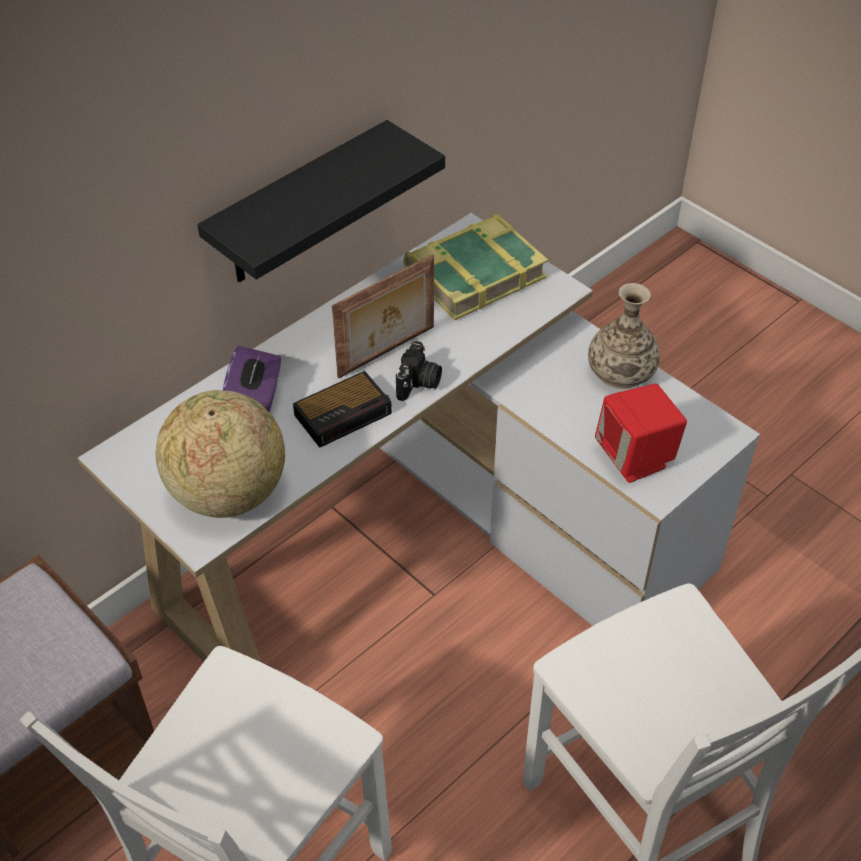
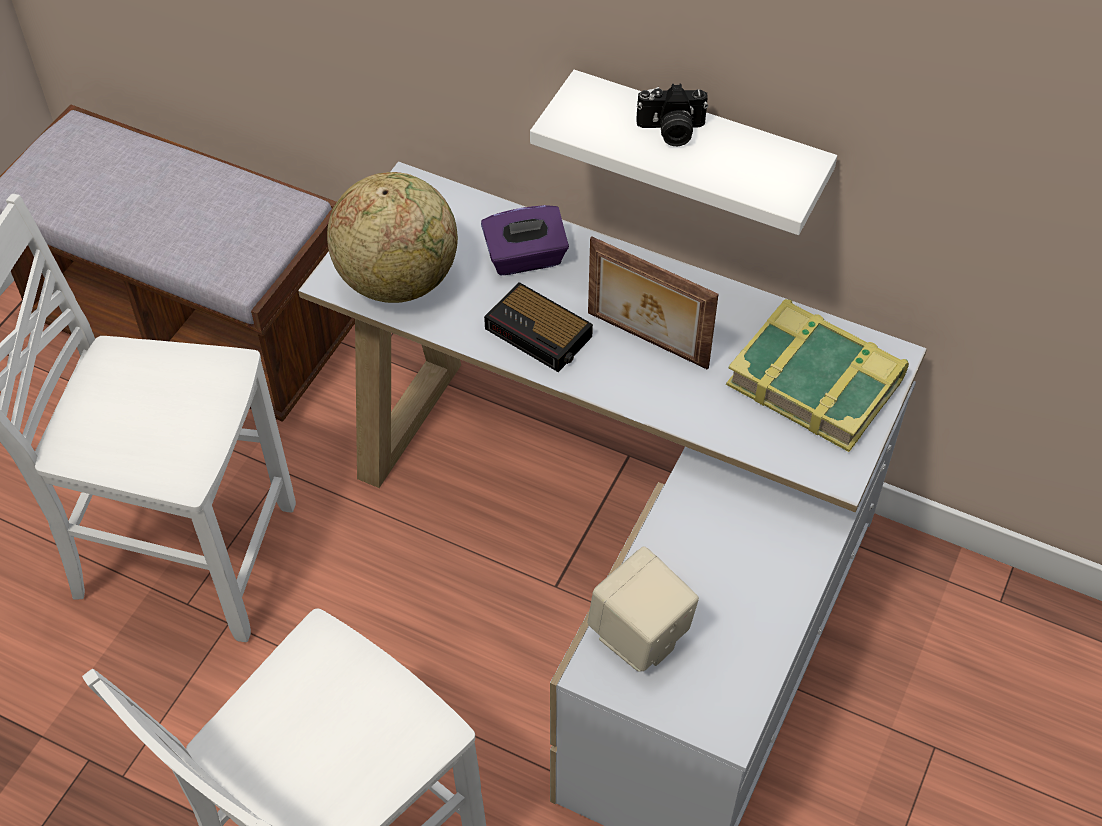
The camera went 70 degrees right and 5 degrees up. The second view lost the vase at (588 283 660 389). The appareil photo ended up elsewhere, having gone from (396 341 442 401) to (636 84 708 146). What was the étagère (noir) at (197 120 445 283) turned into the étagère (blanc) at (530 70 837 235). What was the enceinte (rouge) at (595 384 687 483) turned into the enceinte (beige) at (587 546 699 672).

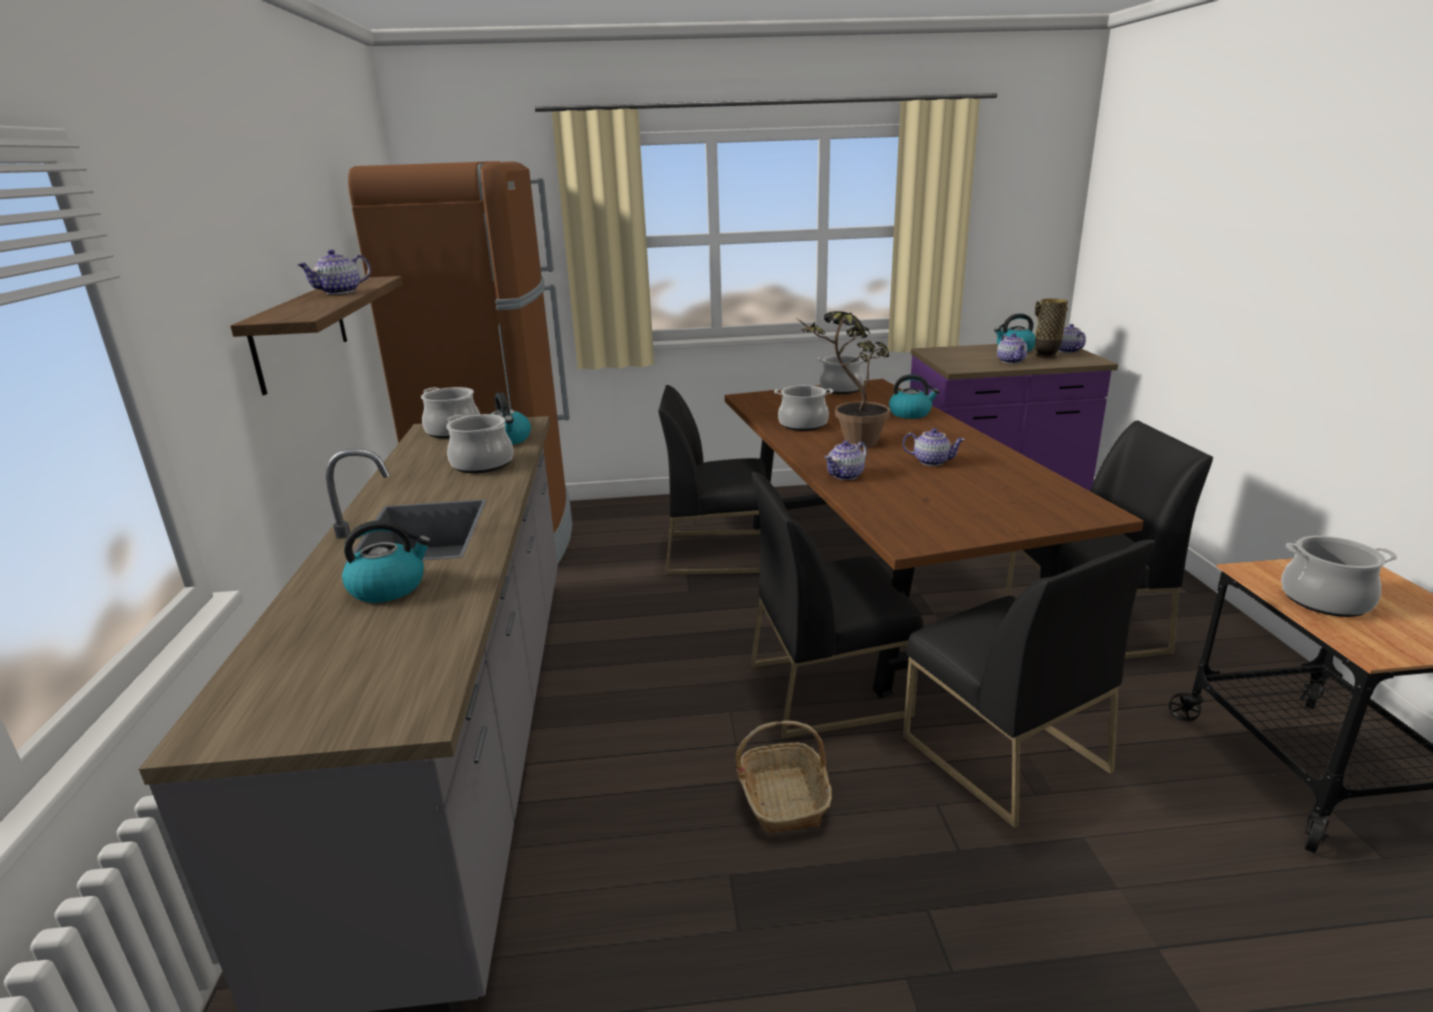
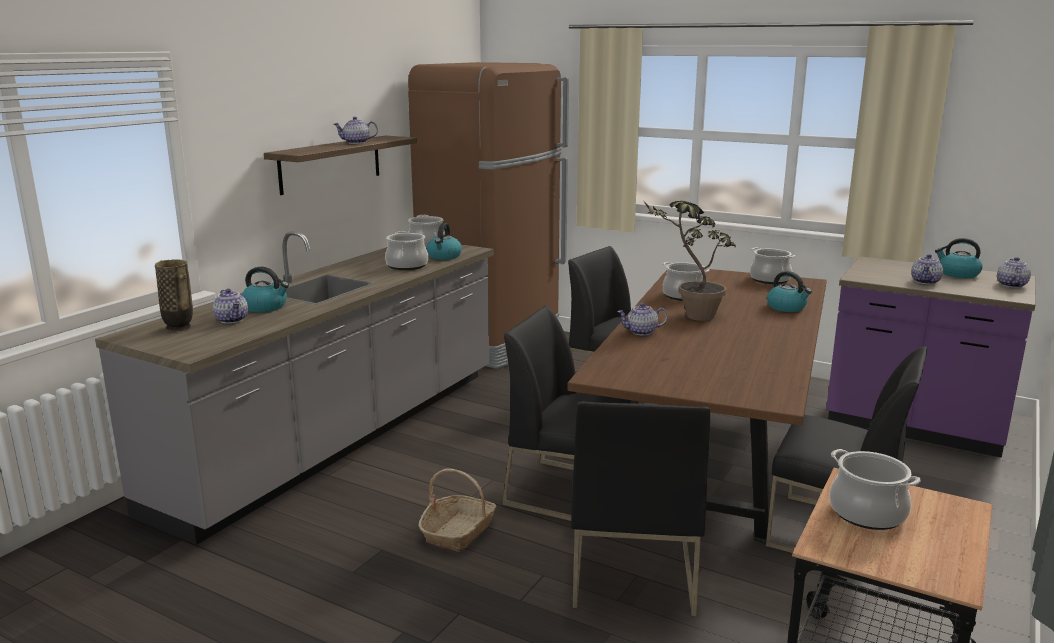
The camera went 35 degrees right and 5 degrees down. The théière ended up elsewhere, having gone from (902 428 965 466) to (213 289 248 324). The vase ended up elsewhere, having gone from (1035 298 1068 358) to (155 259 193 332).

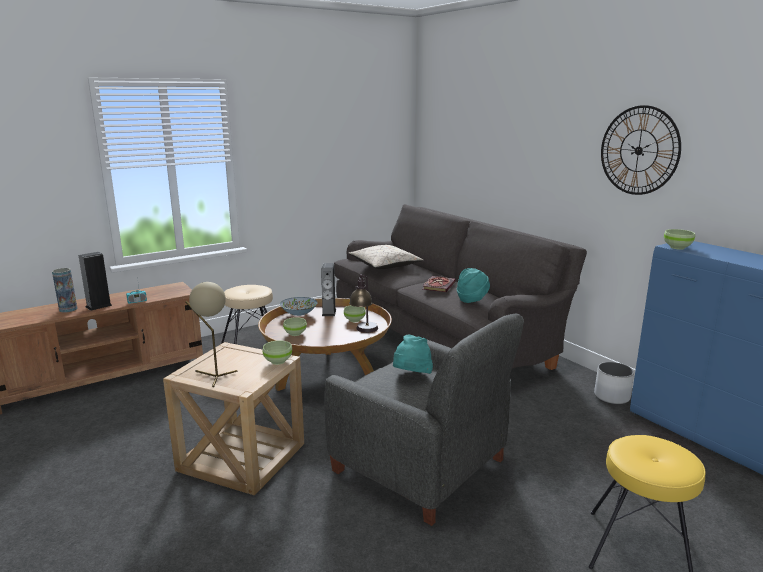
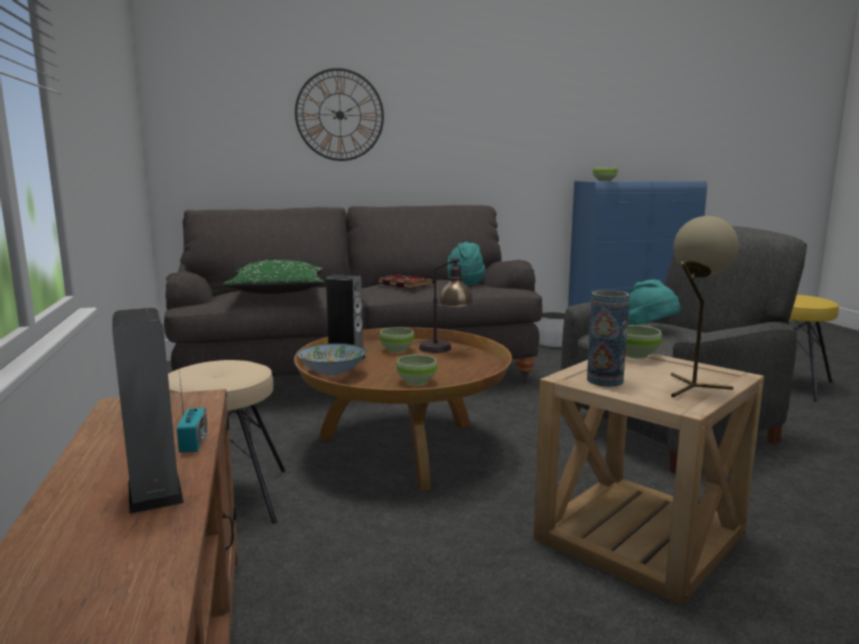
The camera went 70 degrees left and 5 degrees down. The vase ended up elsewhere, having gone from (52 268 77 313) to (587 290 630 387). The horloge murale ended up elsewhere, having gone from (601 105 681 195) to (295 68 384 161). What was the coussin (beige) at (348 245 423 269) turned into the coussin (vert) at (223 260 324 294).

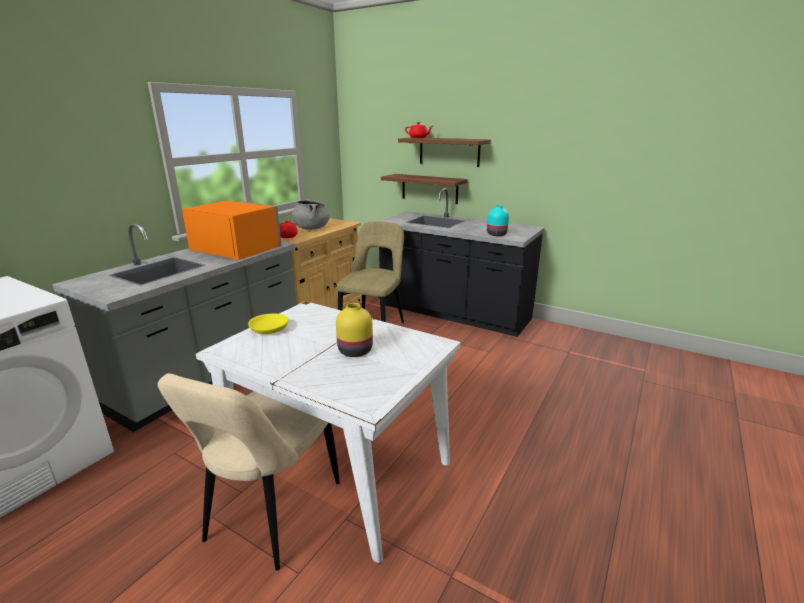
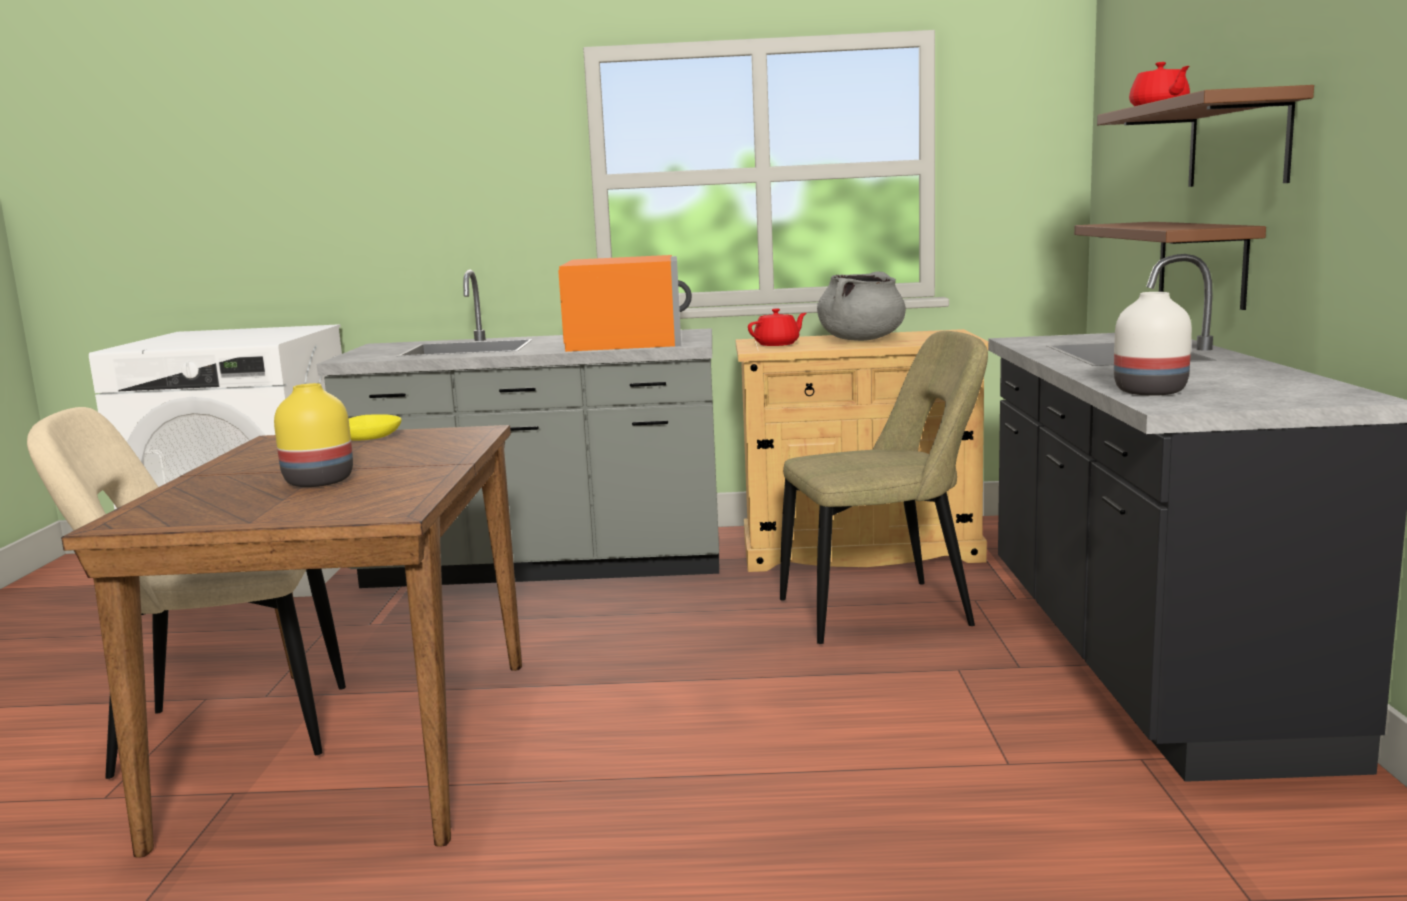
The camera went 60 degrees right and 10 degrees down. What was the table à manger (blanc) at (195 301 461 563) turned into the table à manger (marron) at (61 425 522 858). What was the vase (turquoise) at (487 205 509 236) turned into the vase (blanc) at (1114 292 1192 396).

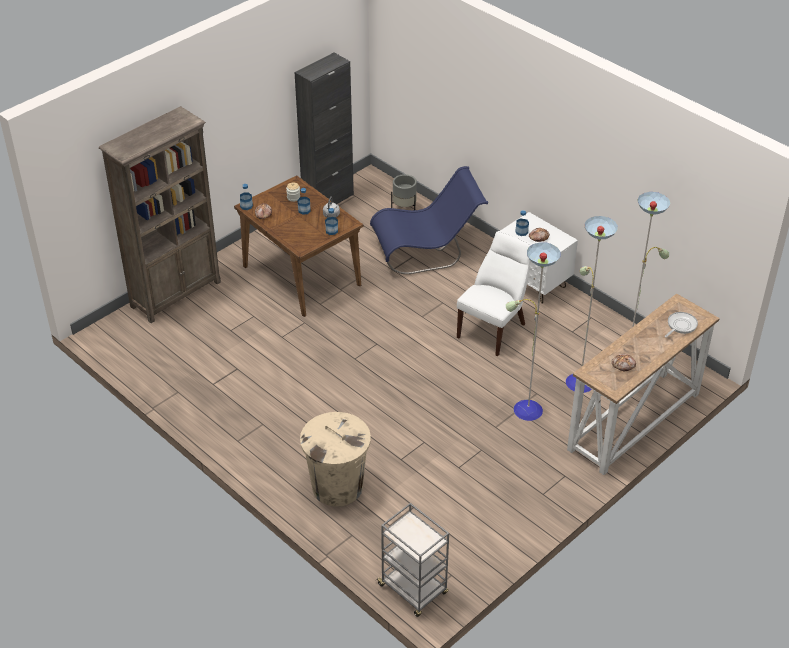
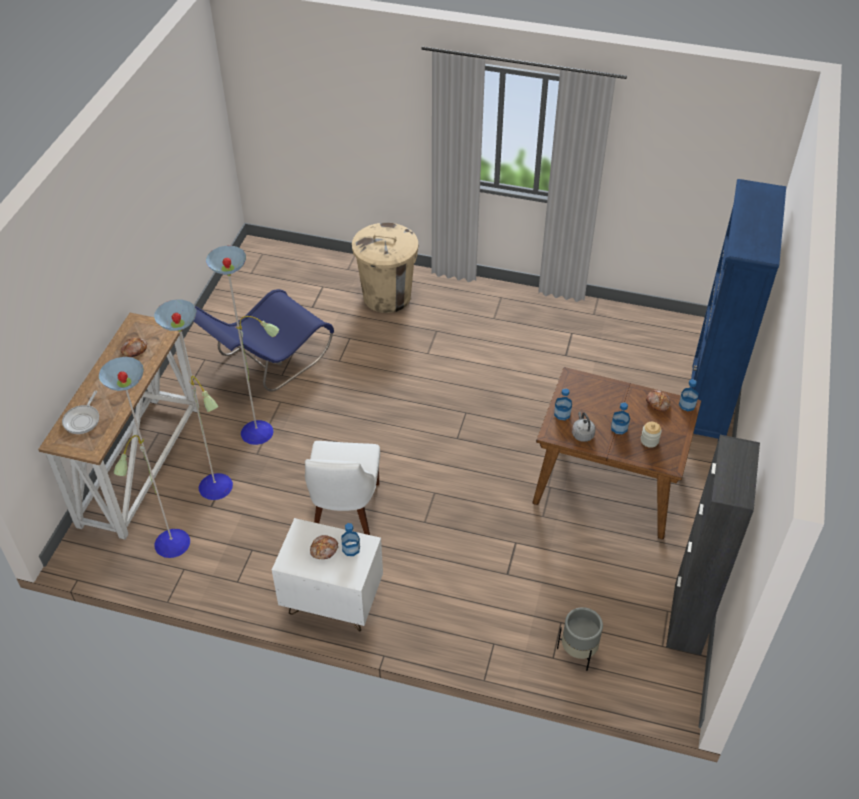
The camera went 150 degrees right and 5 degrees up. The second view lost the chariot (gris) at (376 503 449 617). The chaise (bleu) ended up elsewhere, having gone from (370 166 488 274) to (194 289 334 392). What was the bibliothèque (marron) at (99 106 221 323) turned into the bibliothèque (bleu) at (690 179 786 440).

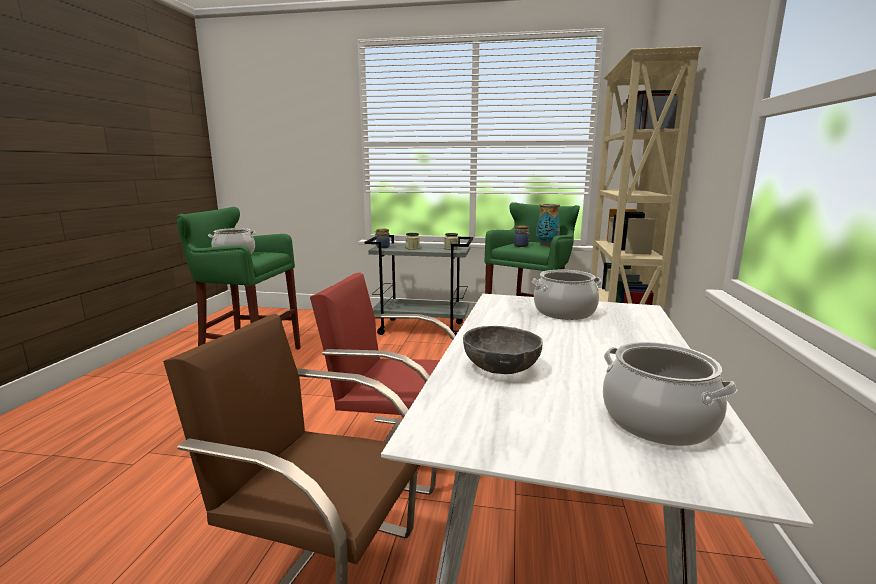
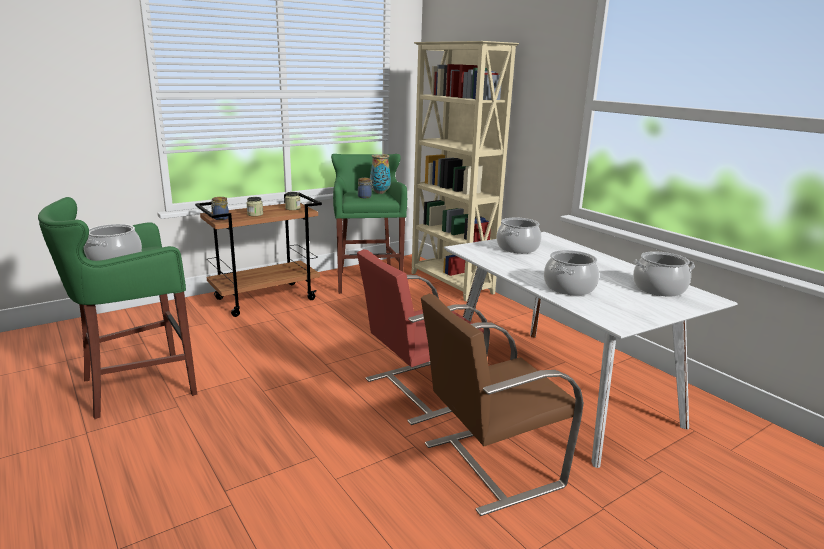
The camera went 45 degrees left and 5 degrees up. Where the bol (gris) stood at (463 326 543 374), the marmite came to stand at (544 250 599 296). What was the chariot (gris) at (365 235 473 338) turned into the chariot (marron) at (195 193 322 317).

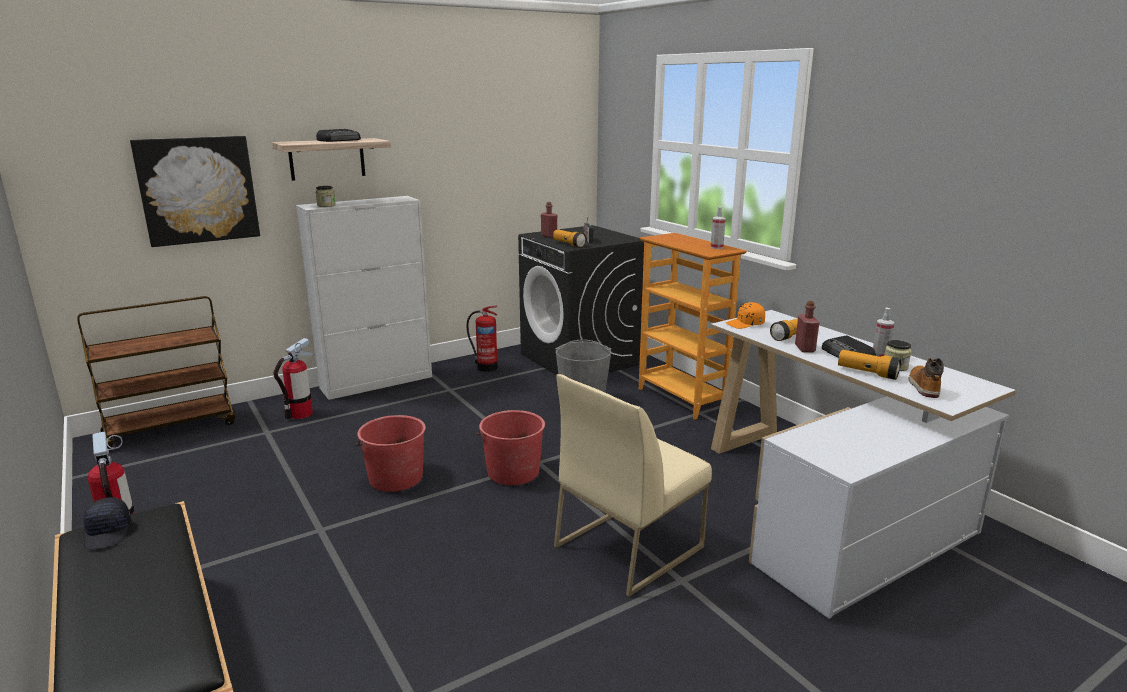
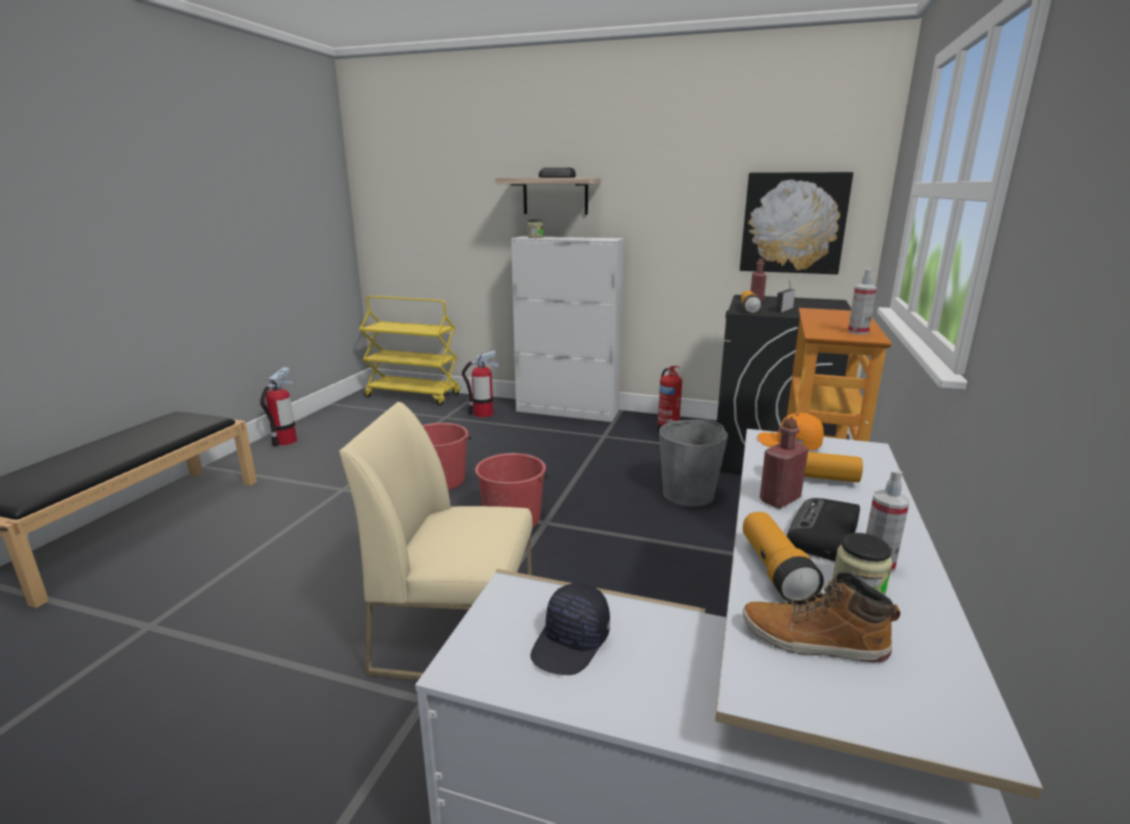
The camera went 50 degrees right and 0 degrees up. The casquette (noir) ended up elsewhere, having gone from (84 497 131 549) to (531 583 610 675). The tableau ended up elsewhere, having gone from (130 136 260 247) to (740 172 853 274). What was the chariot (marron) at (77 296 235 452) turned into the chariot (jaune) at (359 296 460 405). The botte at (909 358 944 398) ended up facing another way, 135 degrees counterclockwise from before.

